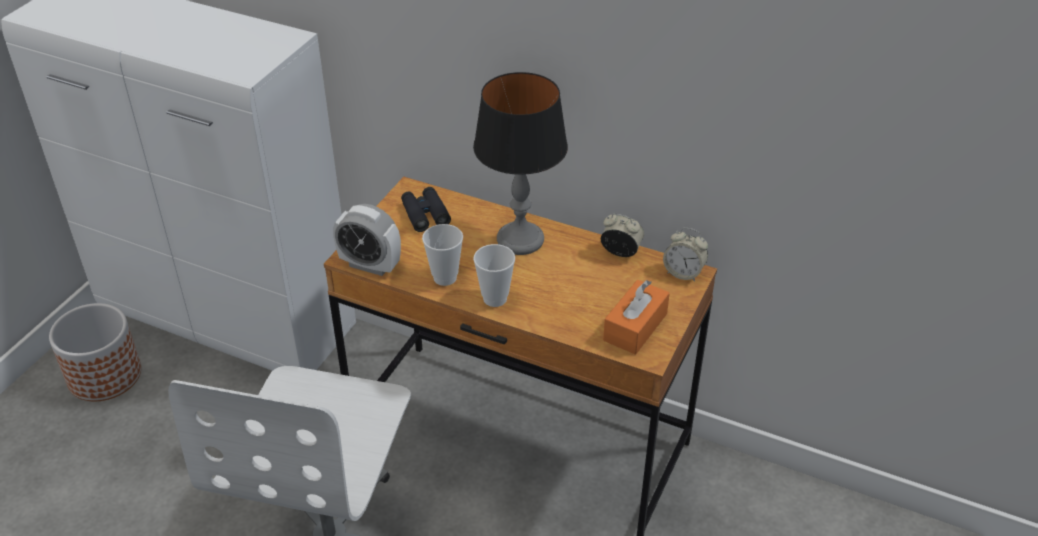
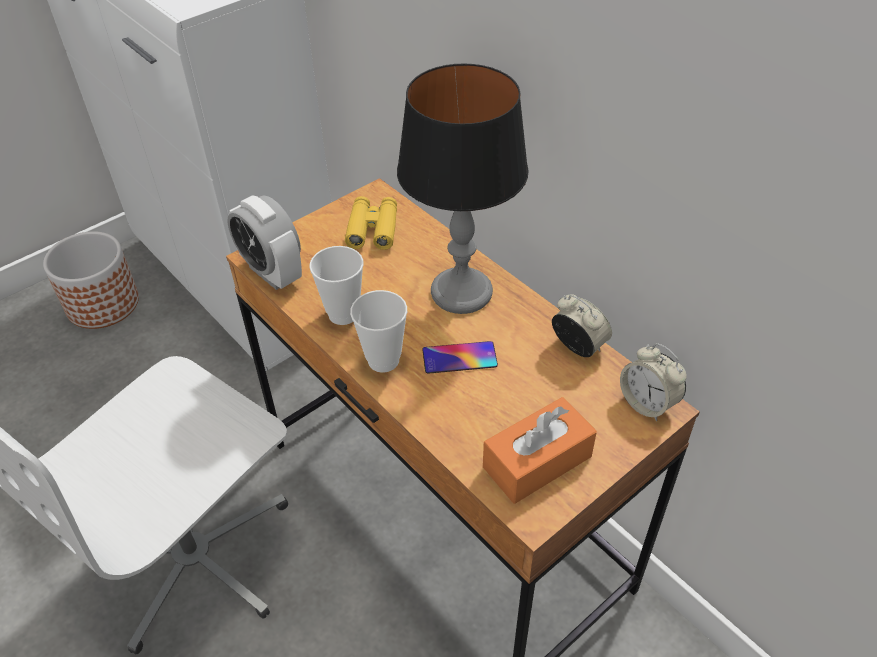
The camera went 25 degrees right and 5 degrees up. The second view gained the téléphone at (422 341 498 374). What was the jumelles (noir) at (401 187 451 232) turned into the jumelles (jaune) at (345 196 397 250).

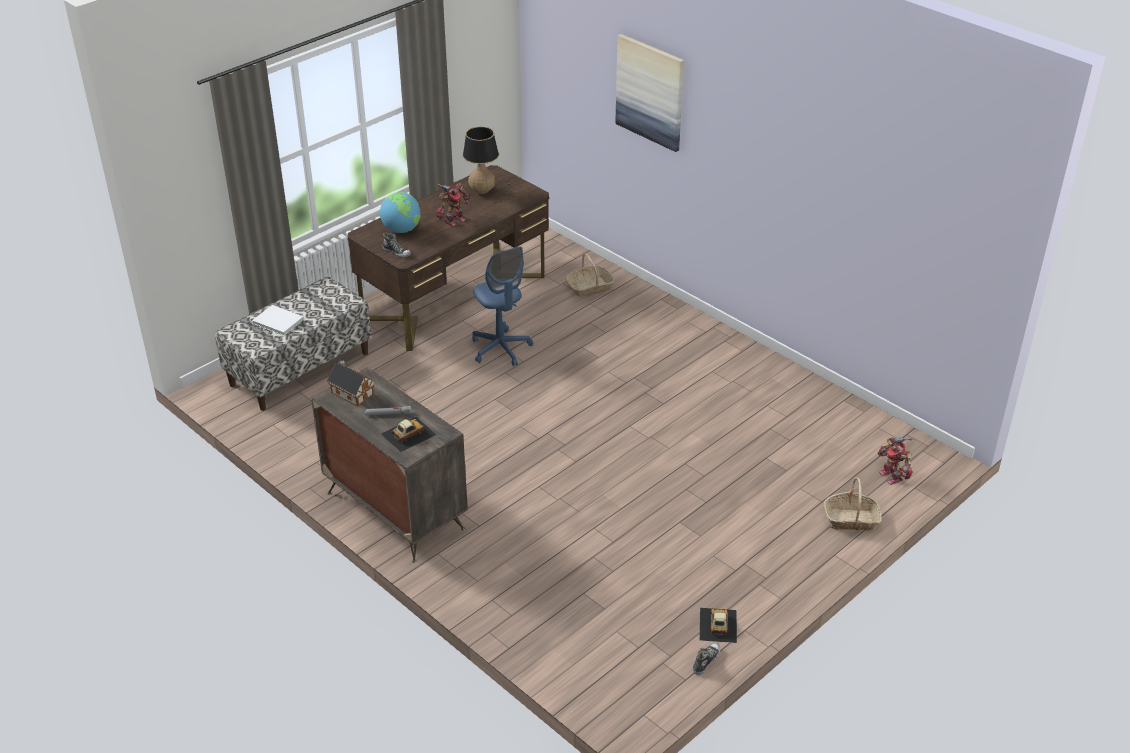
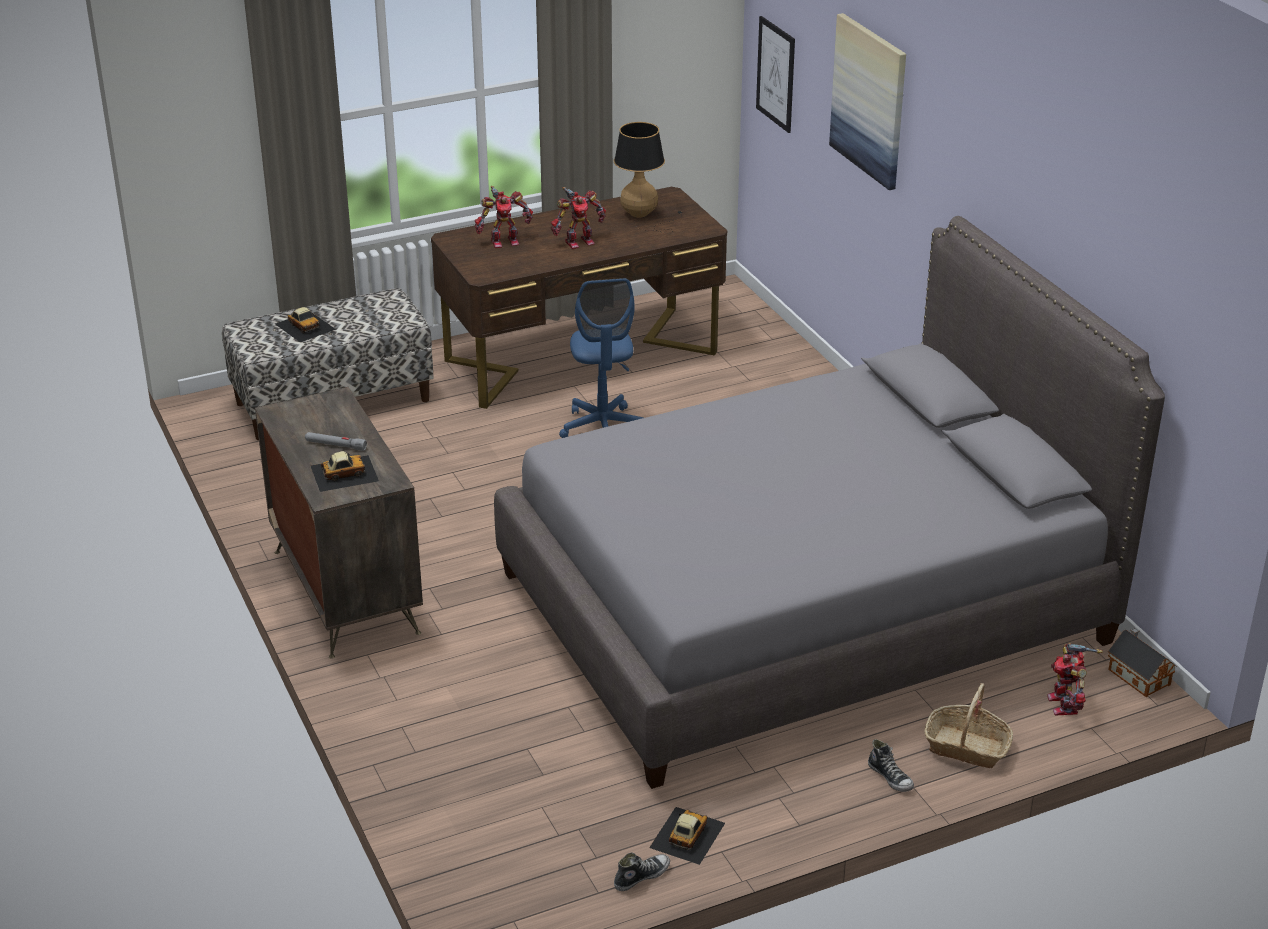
The camera went 20 degrees right and 5 degrees down. The second view lost the panier at (566 253 615 297). The second view gained the lit (gris) at (494 216 1165 789). The second view gained the tableau at (756 16 795 133). The maison miniature ended up elsewhere, having gone from (327 360 375 406) to (1108 628 1177 697). The chaussure ended up elsewhere, having gone from (383 233 411 257) to (868 739 914 792). Where the livre (blanc) stood at (252 305 304 336), the petite voiture came to stand at (275 307 336 342). Where the globe stood at (380 192 421 233), the robot jouet came to stand at (475 186 533 248).

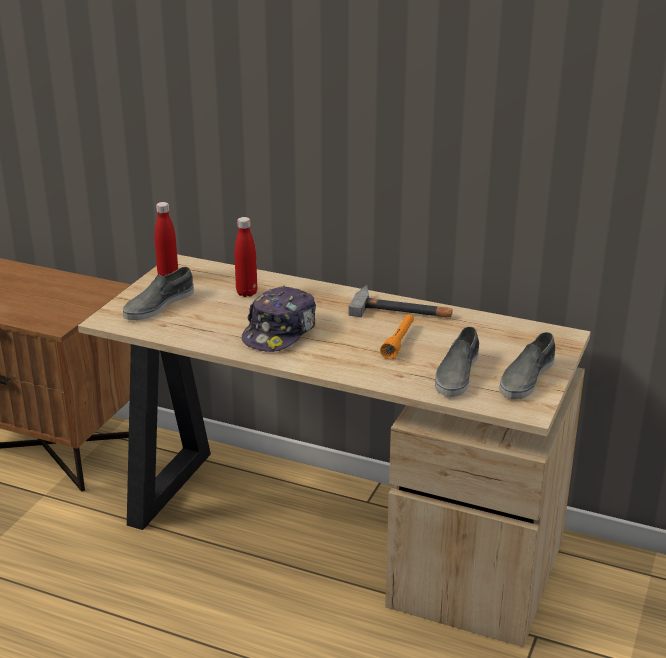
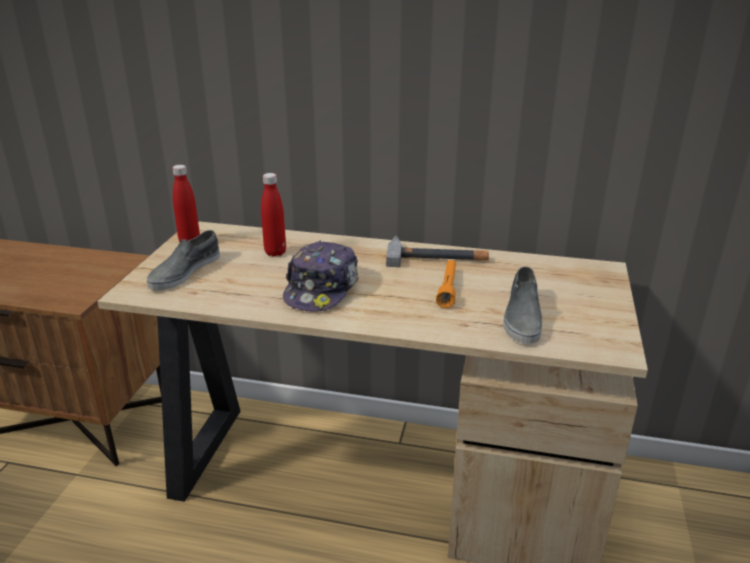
The camera went 10 degrees left and 0 degrees up. The second view lost the chaussure (gris) at (499 332 555 399).

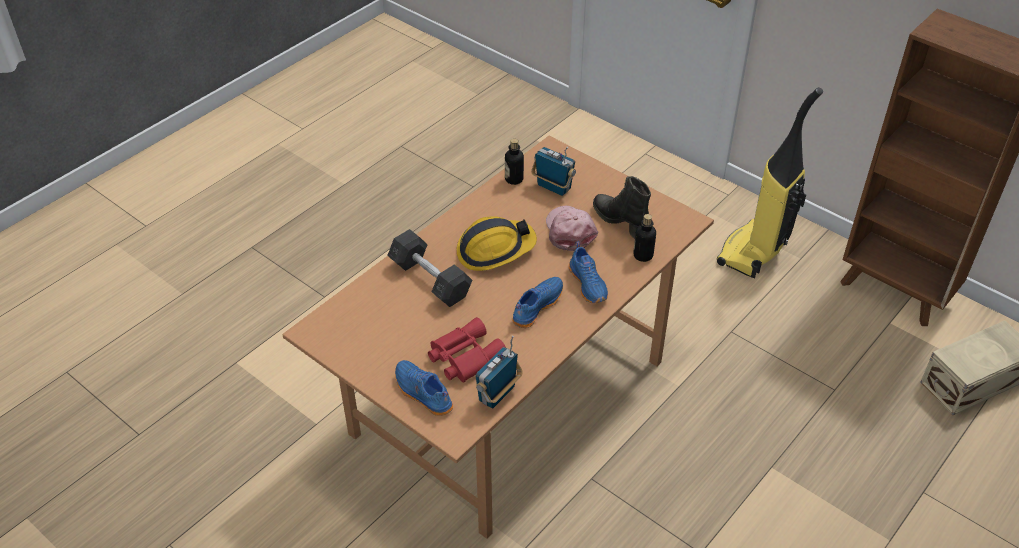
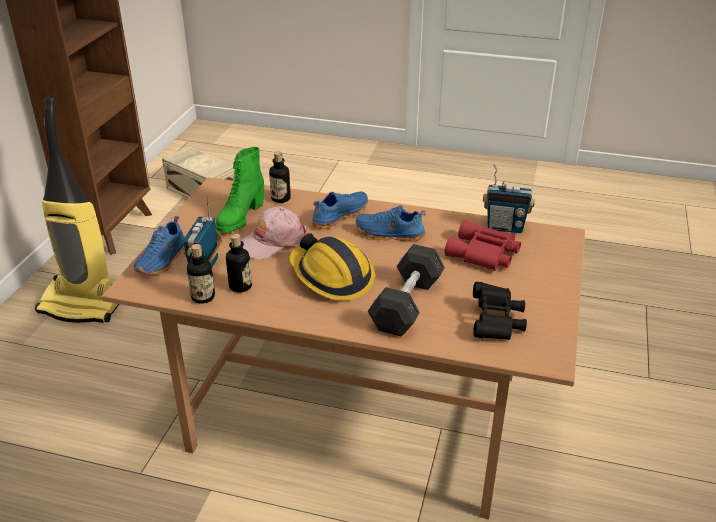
The camera went 115 degrees left and 10 degrees down. The second view gained the bouteille at (226 234 252 292). The second view gained the jumelles (noir) at (473 282 527 340). The chaussure (bleu) ended up elsewhere, having gone from (395 360 453 416) to (134 216 185 274). What was the botte (noir) at (593 176 651 239) turned into the botte (vert) at (216 147 264 233).

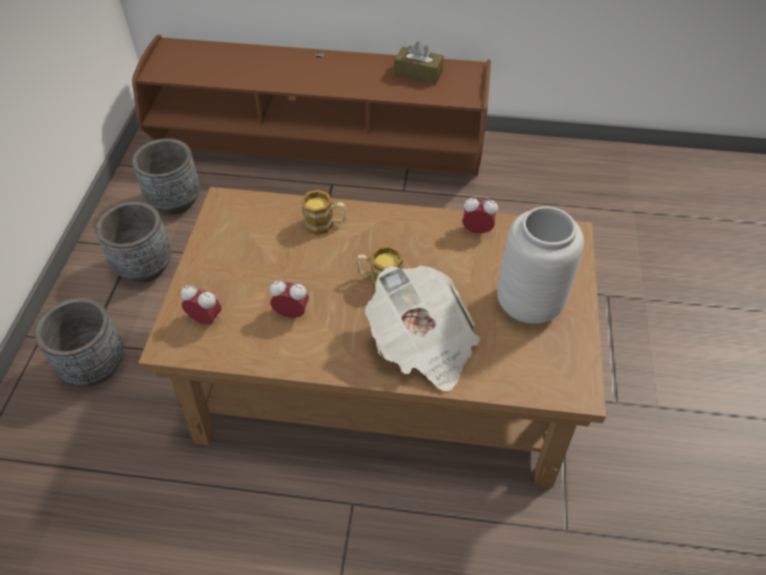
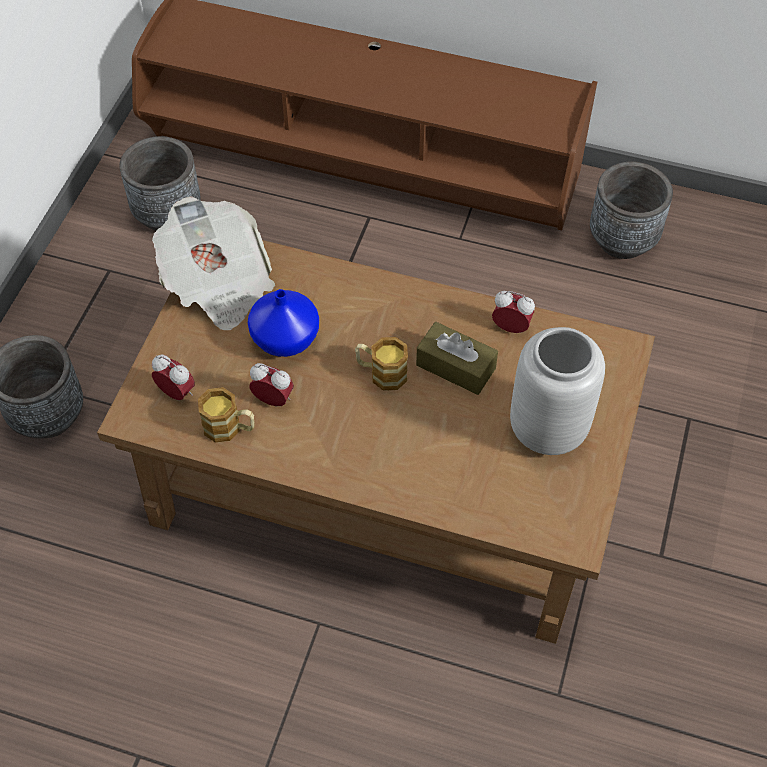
The camera went 10 degrees right and 5 degrees up. The second view gained the vase (bleu) at (248 289 319 357). The cache-pot (gris) ended up elsewhere, having gone from (96 201 171 282) to (590 161 673 259). The mug ended up elsewhere, having gone from (301 190 346 235) to (198 387 254 443). The journal ended up elsewhere, having gone from (365 266 480 391) to (152 196 275 330). The boîte à mouchoirs (marron) ended up elsewhere, having gone from (394 41 444 85) to (416 322 498 395).

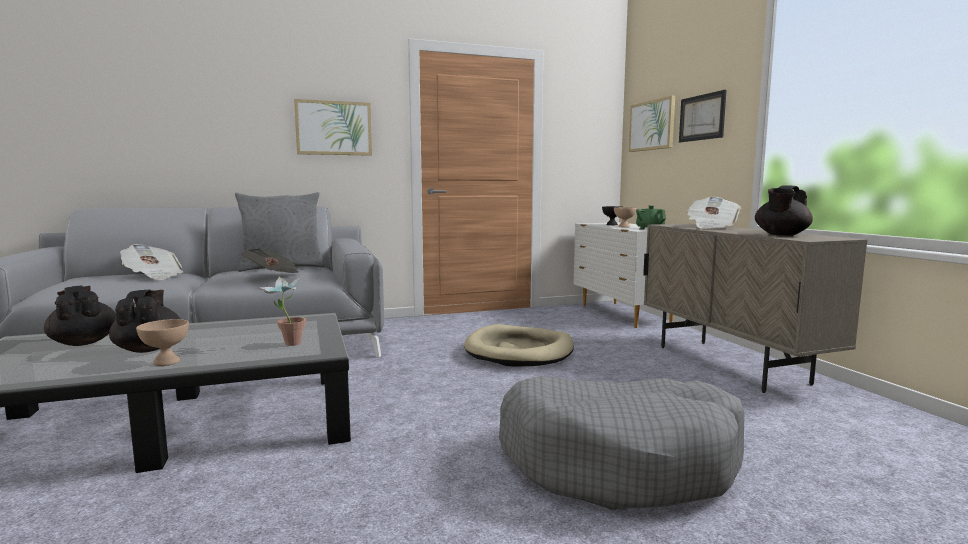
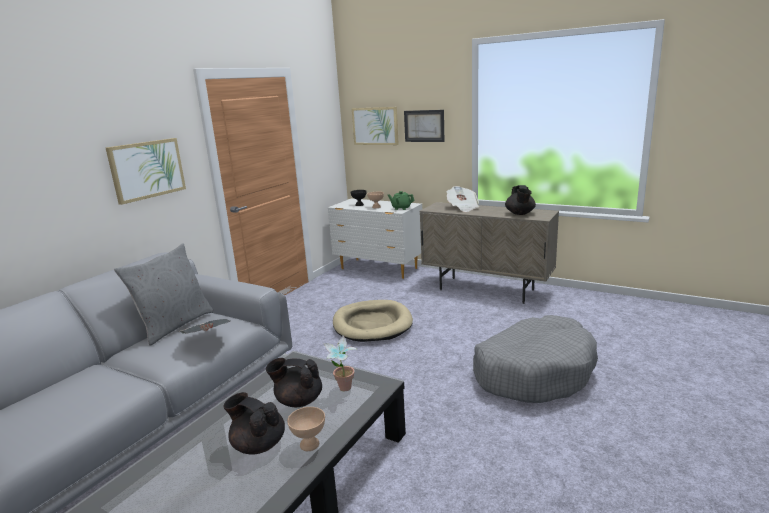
The camera went 40 degrees left and 10 degrees up. The second view lost the journal at (120 244 183 280). The théière (noir) ended up elsewhere, having gone from (44 285 116 346) to (266 358 322 407).

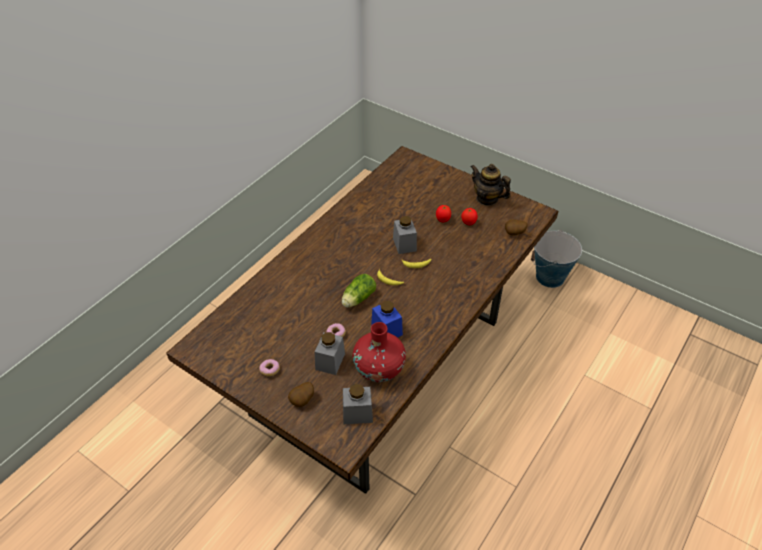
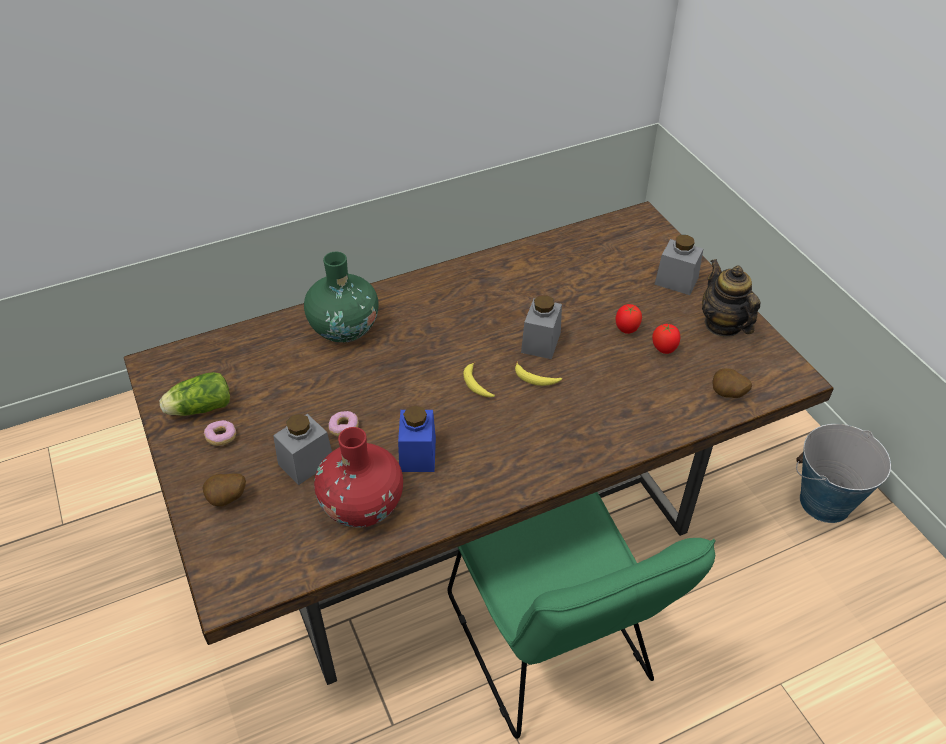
The camera went 30 degrees right and 0 degrees up. The second view gained the vase (vert) at (304 252 379 343). The second view gained the chaise (vert) at (448 492 716 739). The laitue ended up elsewhere, having gone from (342 274 376 307) to (159 372 230 416). The bocal (gris) ended up elsewhere, having gone from (343 384 373 424) to (654 235 703 295).

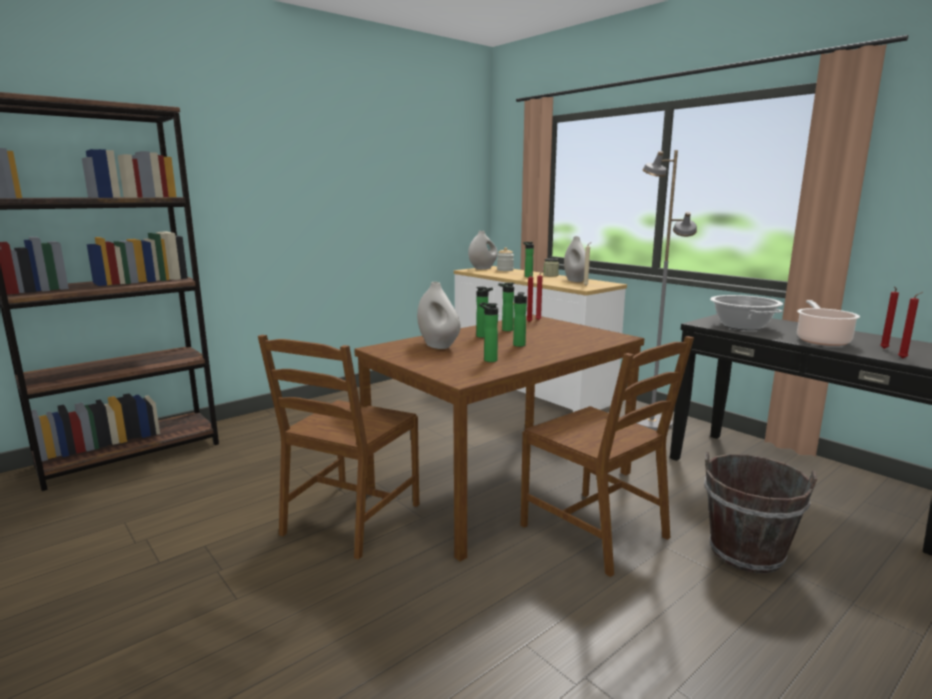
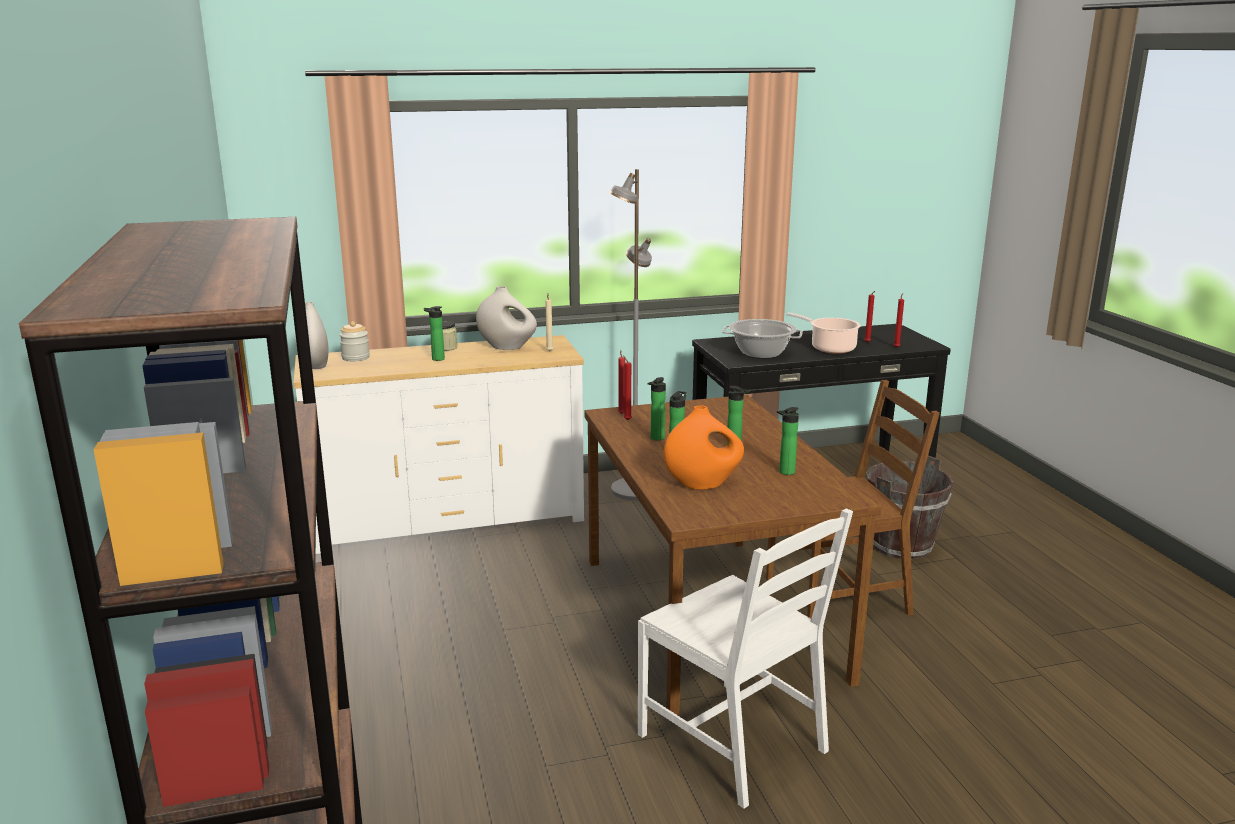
The camera went 65 degrees left and 5 degrees up. What was the chaise (marron) at (258 335 419 559) turned into the chaise (blanc) at (638 508 853 809). What was the vase (blanc) at (417 282 461 349) turned into the vase (orange) at (664 405 744 490).

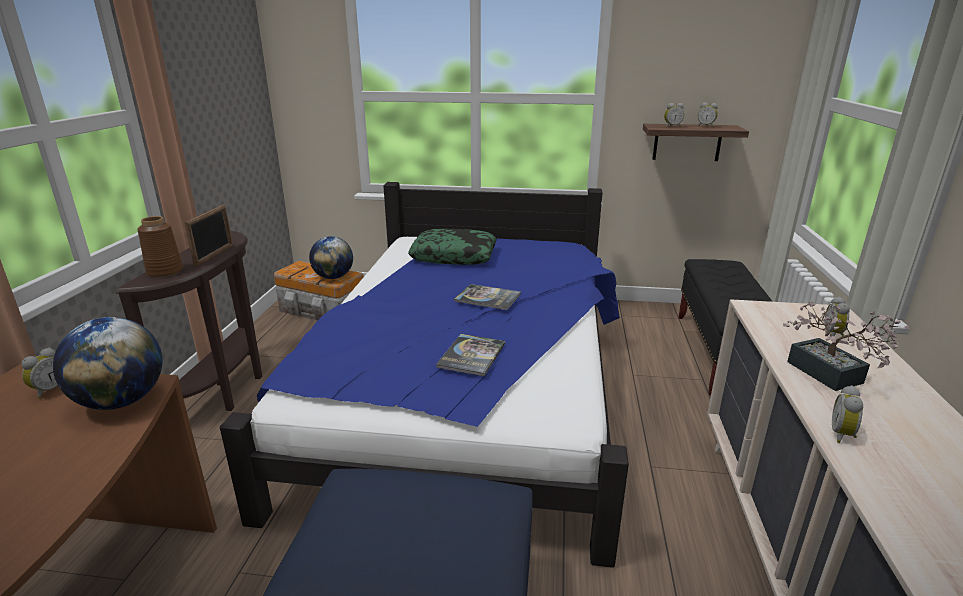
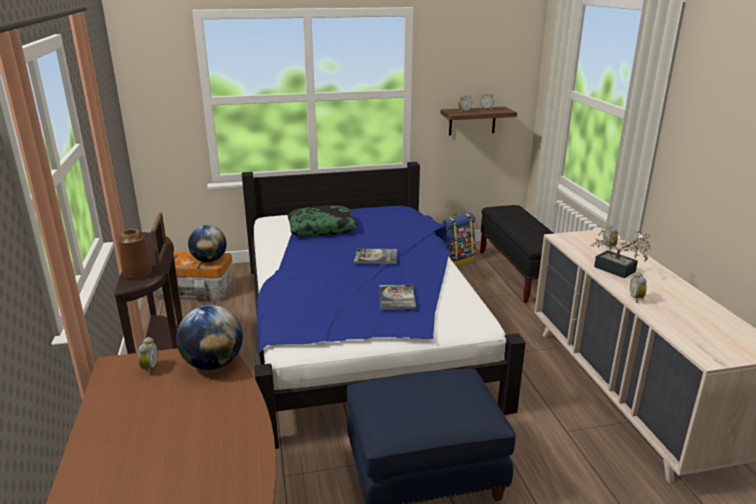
The camera went 20 degrees left and 0 degrees up. The second view gained the sac à dos at (443 213 475 267).

